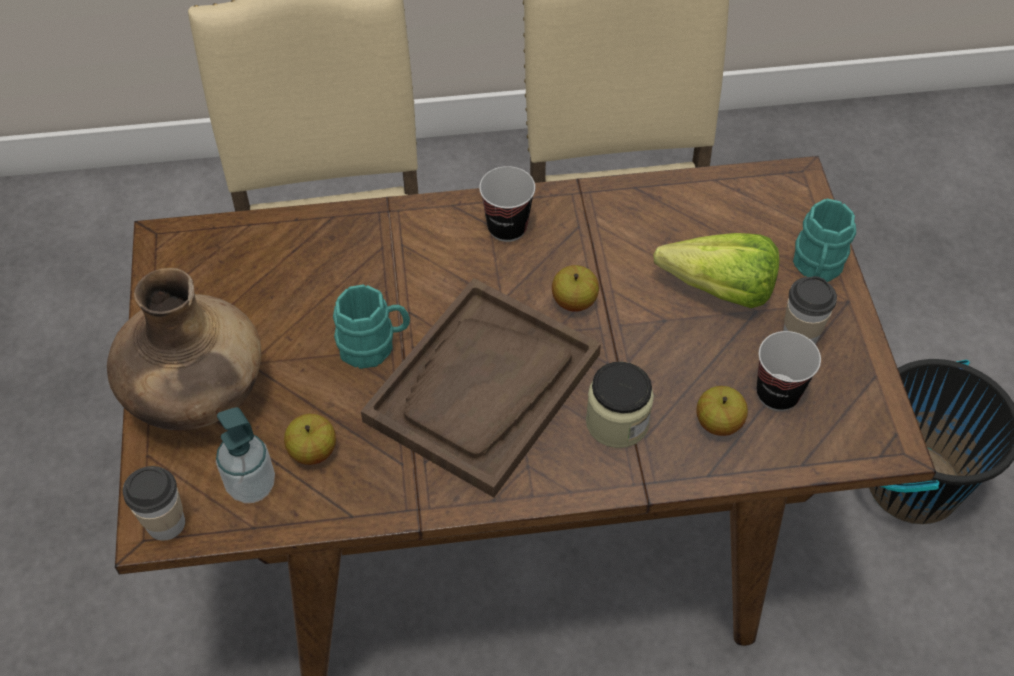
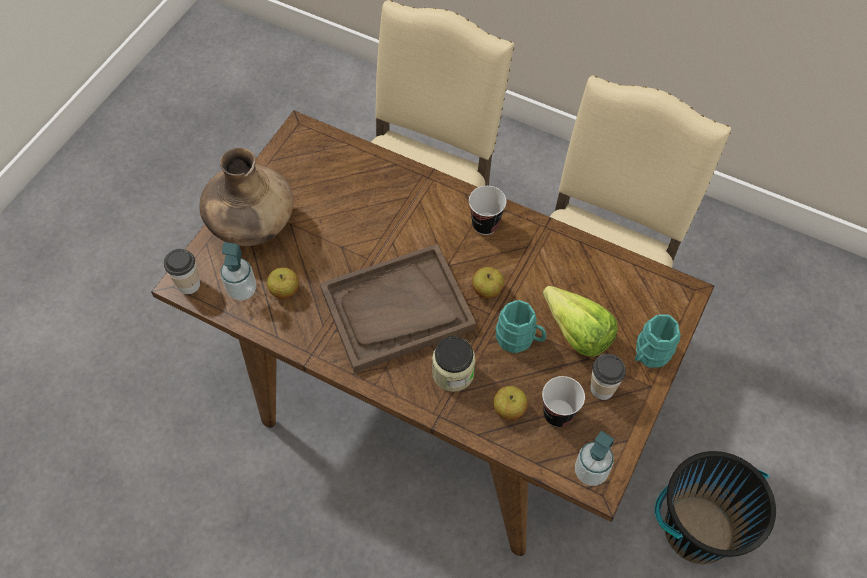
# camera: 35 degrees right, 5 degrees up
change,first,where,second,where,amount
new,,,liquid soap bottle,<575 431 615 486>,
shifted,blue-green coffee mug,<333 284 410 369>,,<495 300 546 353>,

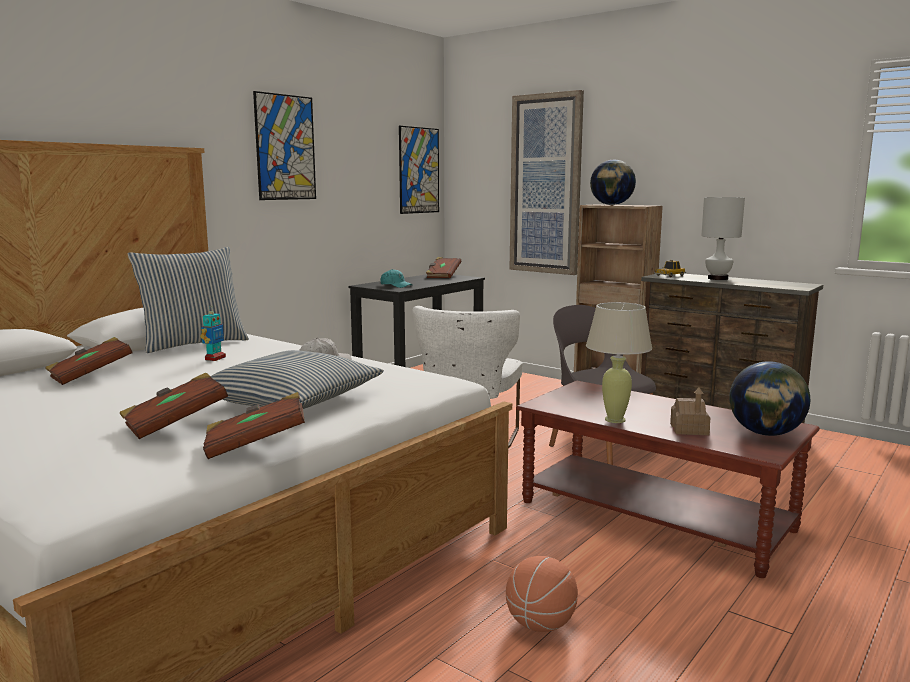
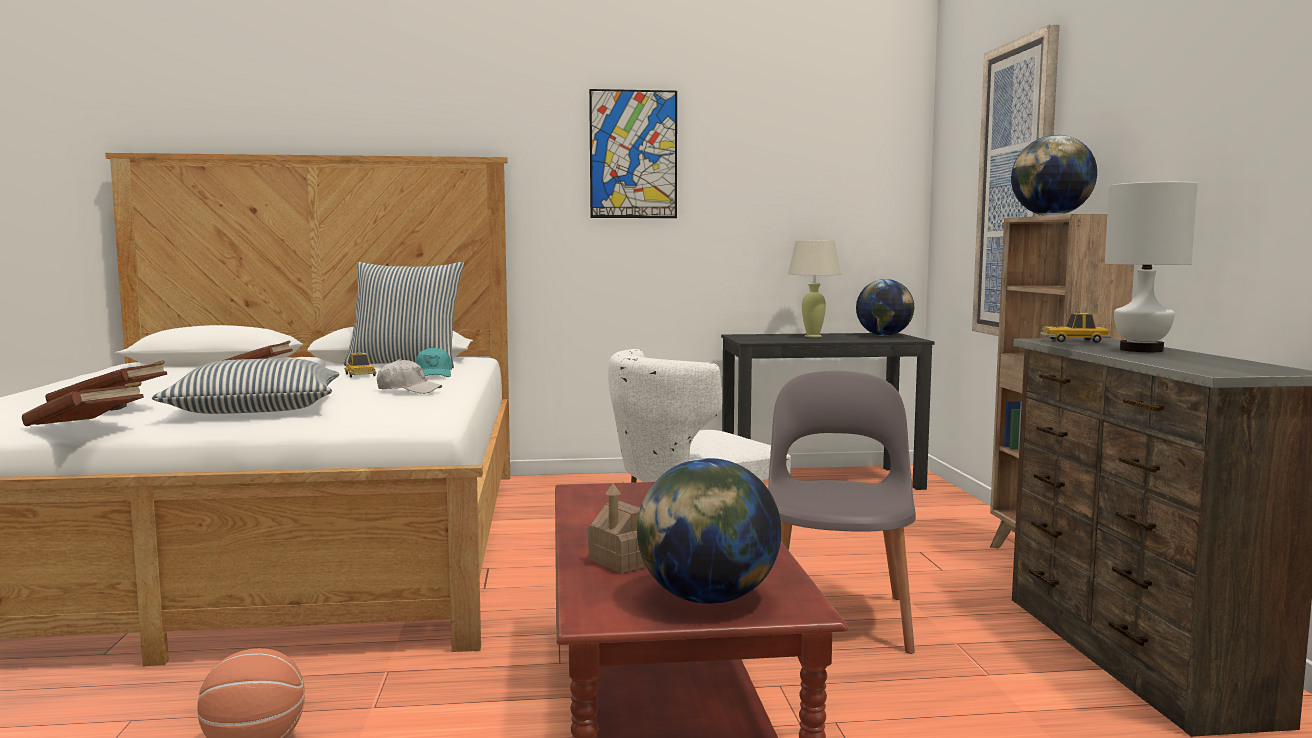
# camera: 45 degrees right, 5 degrees down
change,first,where,second,where,amount
gone,picture,<399 126 439 214>,,,
shifted,blue-green cap,<380 269 412 288>,,<415 347 452 377>,
shifted,beige-coloured table lamp,<586 302 652 423>,,<788 240 841 337>,
swapped,toy robot,<200 307 226 361>,toy car,<345 352 376 378>,
swapped,brown bound book,<426 257 461 278>,globe,<856 279 914 336>,

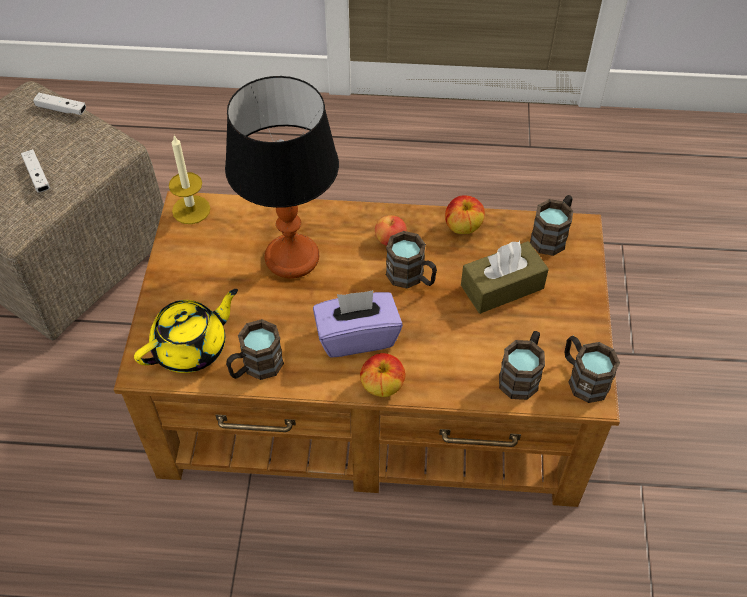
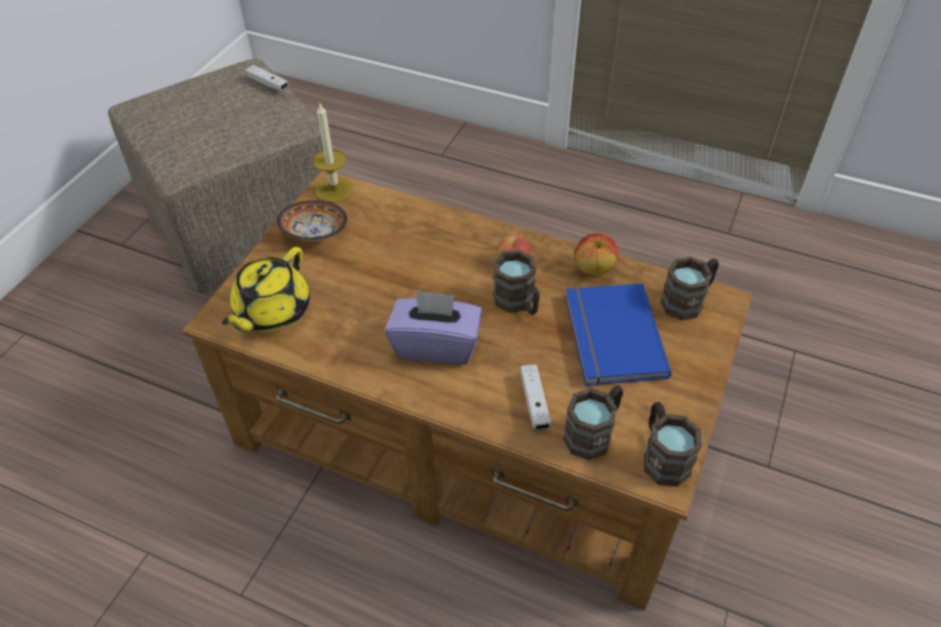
# camera: 20 degrees right, 5 degrees down
change,first,where,second,where,amount
gone,table lamp,<225 76 339 279>,,,
gone,brown coffee mug,<226 319 284 380>,,,
gone,apple,<360 353 406 397>,,,
new,,,bowl,<277 200 348 241>,
shifted,whitish game controller,<21 149 50 193>,,<520 364 551 430>,
swapped,brown tissue box,<461 241 549 314>,bluish bound book,<565 283 672 386>,
rotated,yellow teapot,<134 289 238 373>,,<222 247 310 332>,135 degrees clockwise

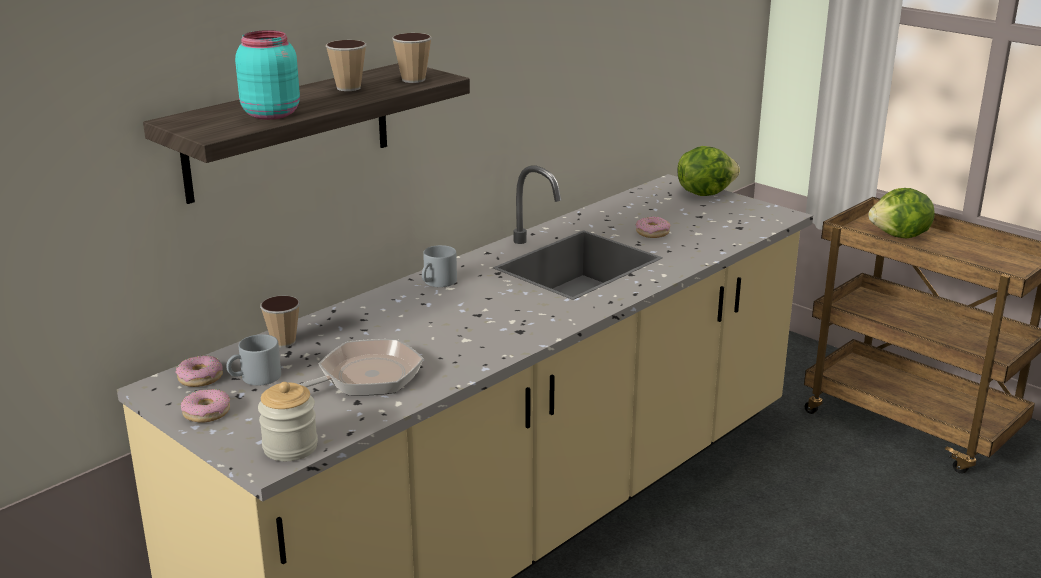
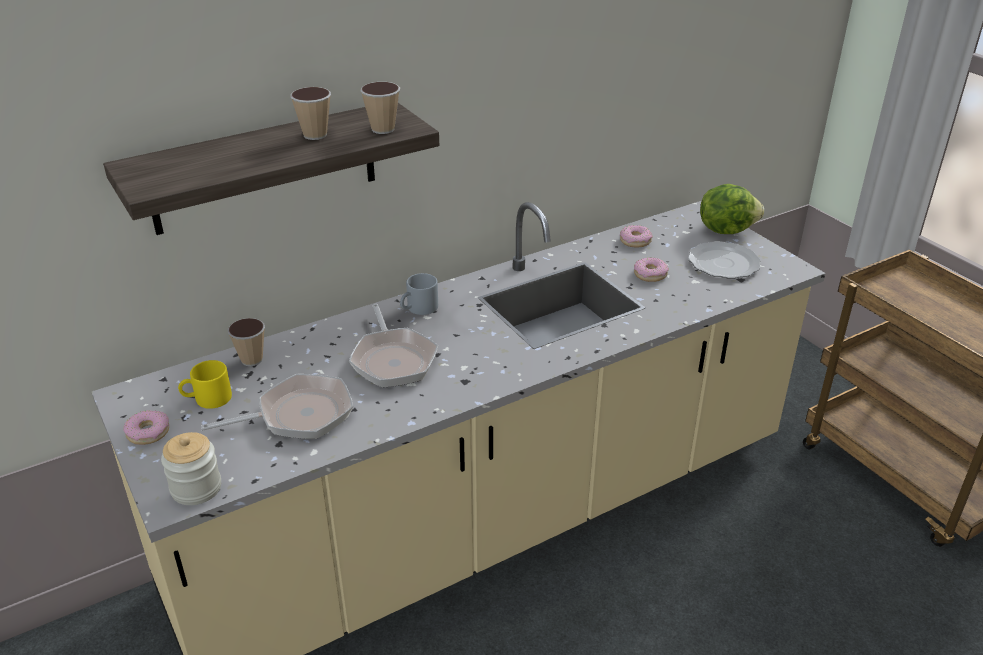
# camera: 15 degrees right, 10 degrees up
change,first,where,second,where,amount
gone,blue-green preserve jar,<235 30 300 120>,,,
gone,head of lettuce,<868 188 935 239>,,,
new,,,skillet,<349 303 438 388>,
new,,,dinner plate,<688 241 761 279>,
shifted,ring doughnut,<175 355 223 387>,,<620 225 653 247>,
repainted,gray coffee mug,<227 334 281 386>,yellow coffee mug,<178 360 232 409>,

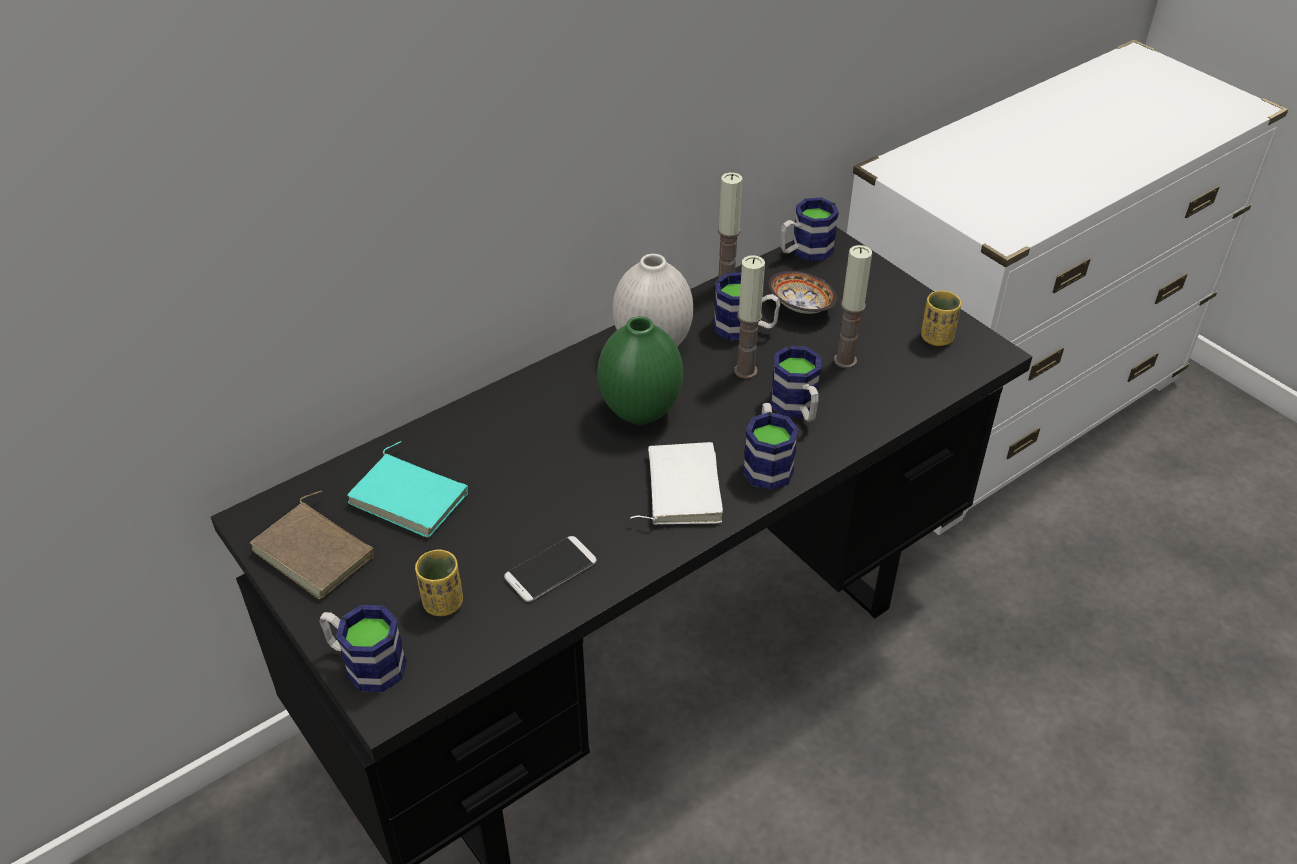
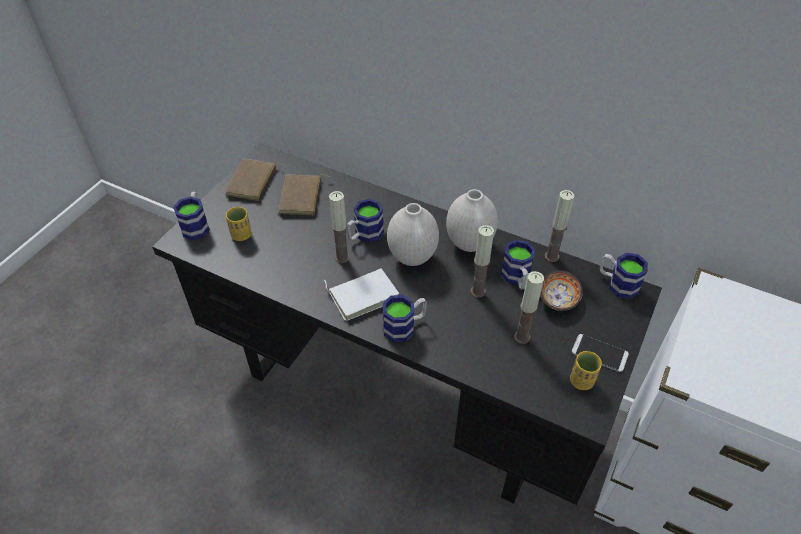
# camera: 65 degrees right, 5 degrees up
change,first,where,second,where,amount
new,,,candle,<329 191 350 263>,
shifted,handset,<504 536 597 602>,,<572 334 629 372>,
shifted,coffee mug,<771 346 821 422>,,<347 199 384 242>,
repainted,blue-green bound book,<347 441 468 538>,brown bound book,<278 174 332 215>,
repainted,green-coloured vase,<598 316 683 425>,whitish vase,<387 203 439 266>,

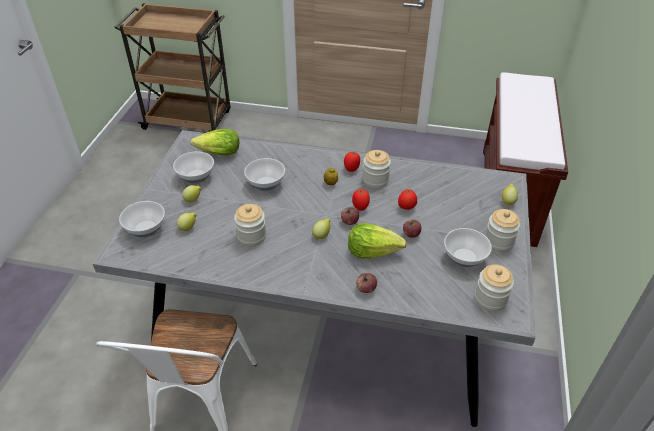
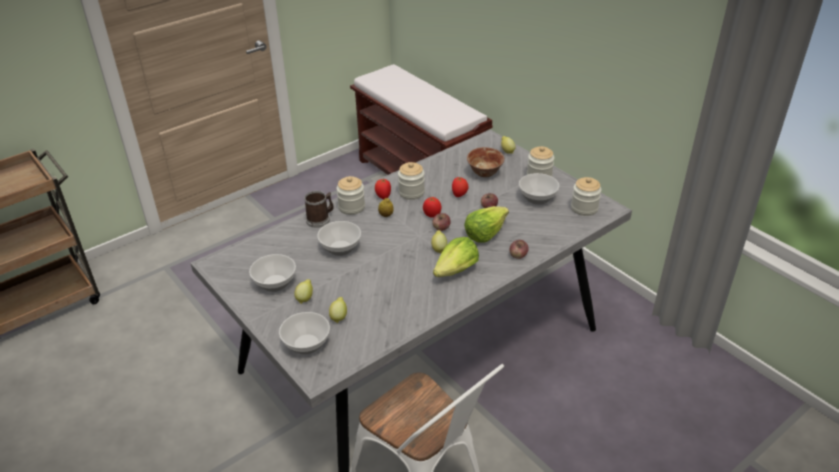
# camera: 50 degrees left, 5 degrees down
change,first,where,second,where,amount
new,,,coffee mug,<304 191 334 228>,
new,,,bowl,<467 147 504 177>,
shifted,head of lettuce,<191 129 239 156>,,<433 237 479 277>,
shifted,preserve jar,<234 204 266 246>,,<336 176 365 215>,

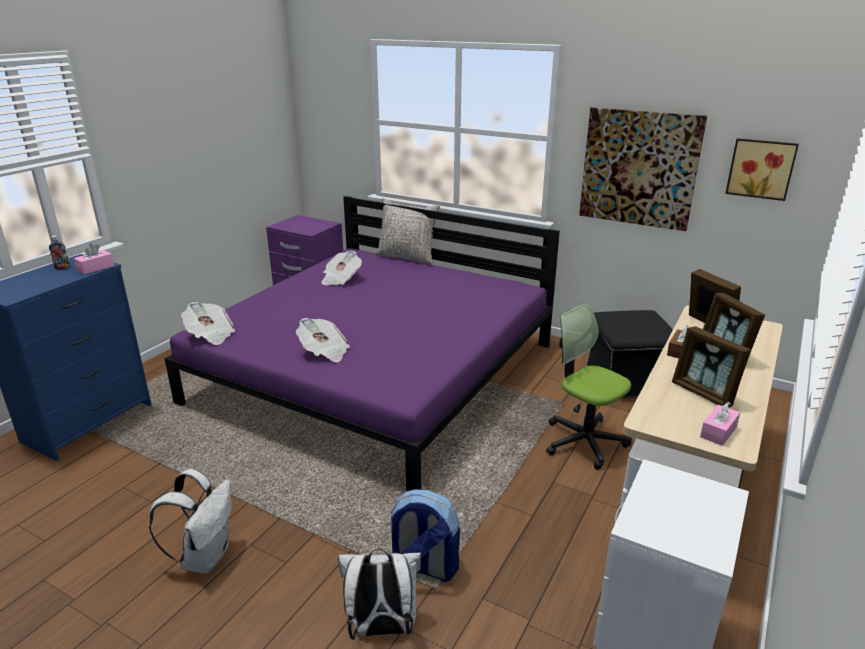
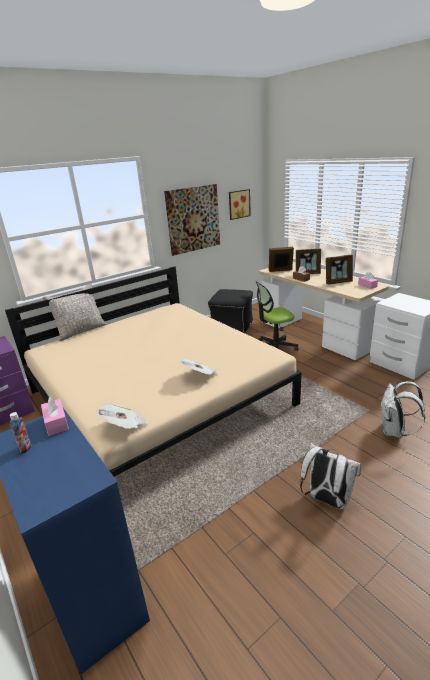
# camera: 65 degrees left, 0 degrees up
change,first,where,second,where,amount
gone,newspaper,<321 251 362 285>,,,
gone,knapsack,<389 489 460 582>,,,
repainted,purple-coloured bed,<164 196 560 491>,beige-coloured bed,<5 266 301 477>,

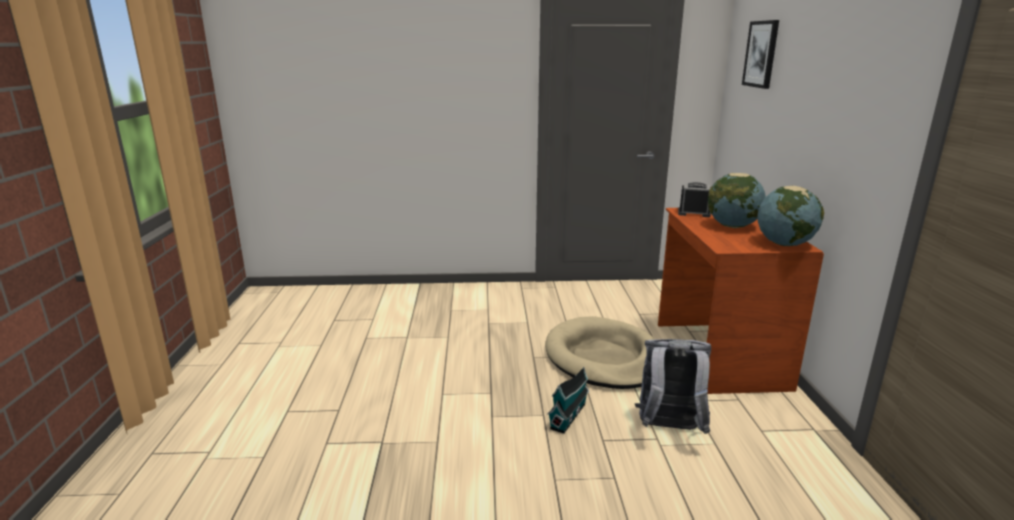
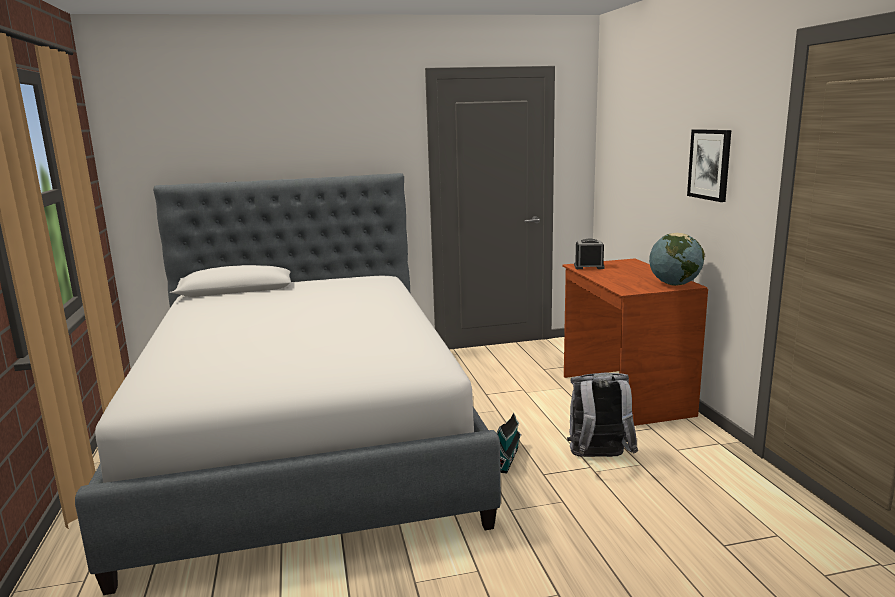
# camera: 10 degrees left, 5 degrees down
change,first,where,second,where,amount
gone,beige-coloured dog cushion,<545 316 656 389>,,,
gone,globe,<708 173 766 228>,,,
new,,,bed,<75 173 501 595>,
shifted,picture,<742 20 779 89>,,<687 129 731 202>,

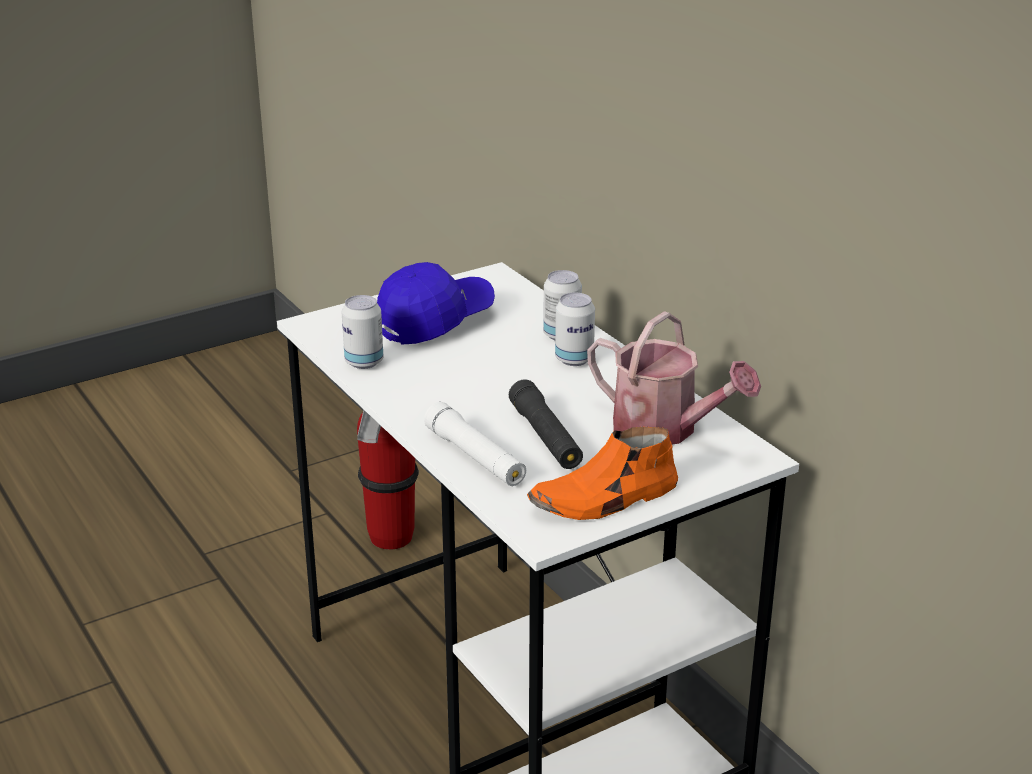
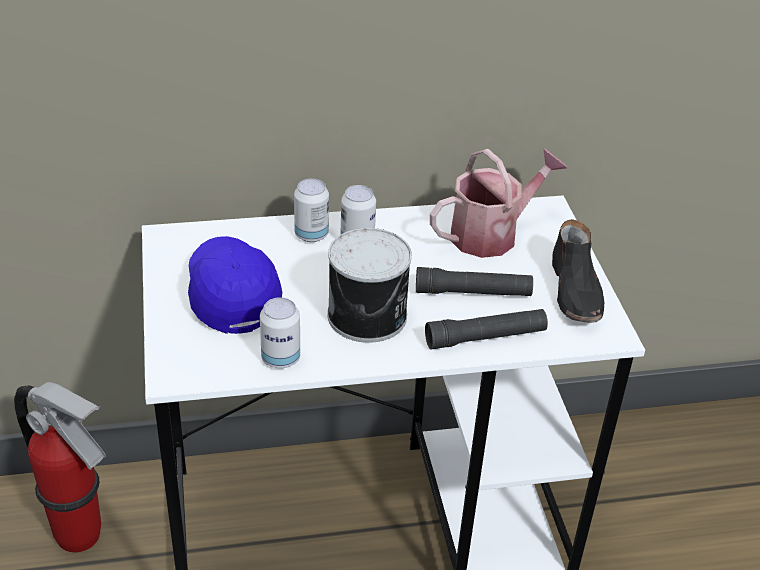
# camera: 70 degrees left, 10 degrees up
change,first,where,second,where,amount
new,,,can,<327 228 412 343>,
repainted,whitish hand torch,<424 402 526 486>,black-coloured hand torch,<425 309 548 349>,
repainted,orange item of footwear,<527 427 678 520>,black-coloured item of footwear,<552 219 604 323>,

